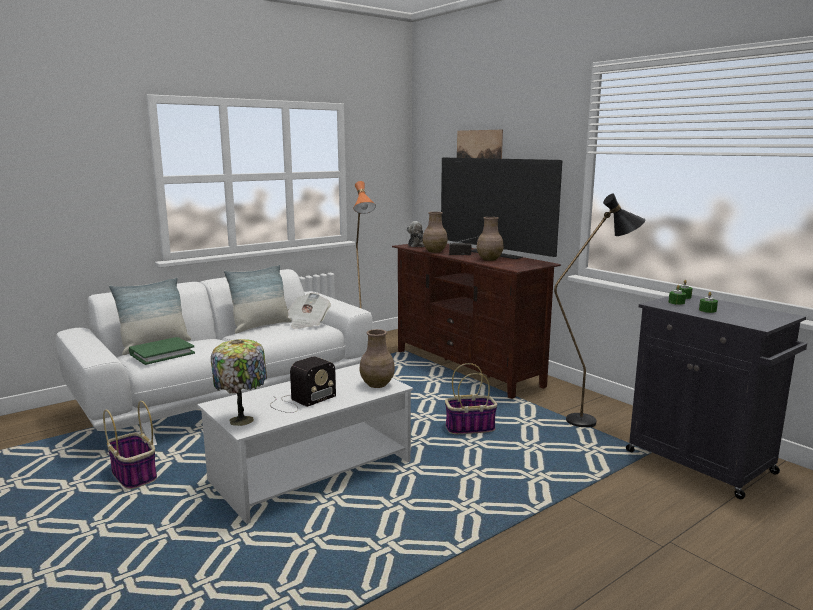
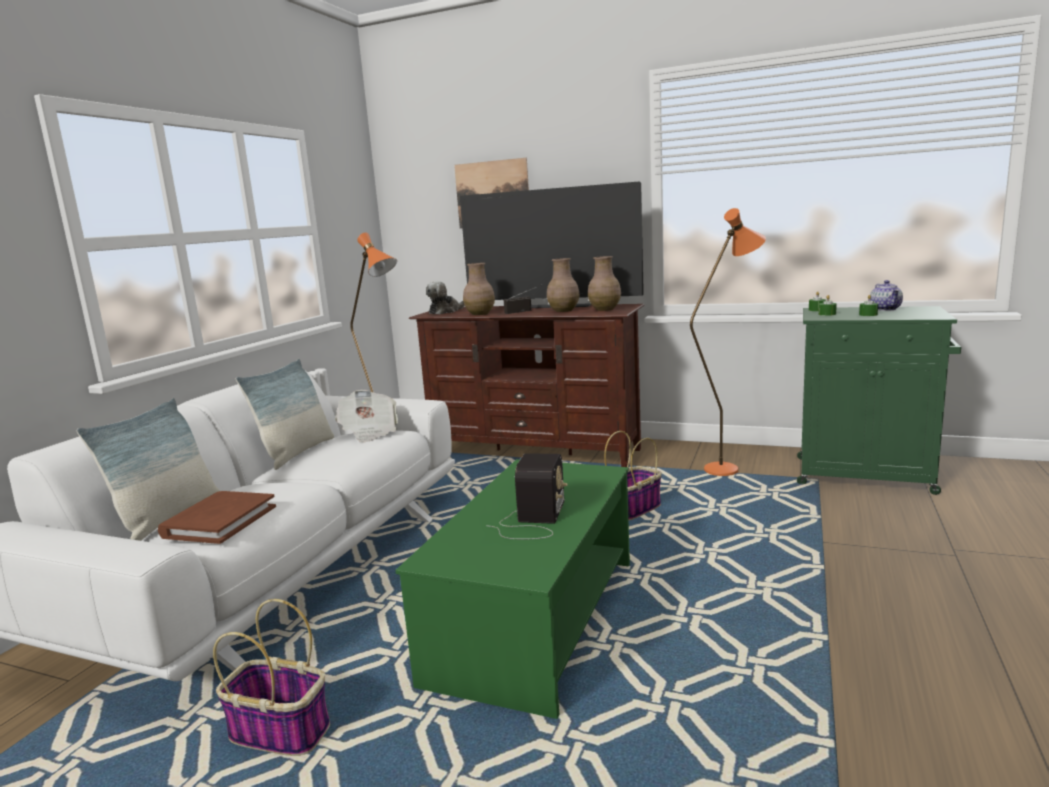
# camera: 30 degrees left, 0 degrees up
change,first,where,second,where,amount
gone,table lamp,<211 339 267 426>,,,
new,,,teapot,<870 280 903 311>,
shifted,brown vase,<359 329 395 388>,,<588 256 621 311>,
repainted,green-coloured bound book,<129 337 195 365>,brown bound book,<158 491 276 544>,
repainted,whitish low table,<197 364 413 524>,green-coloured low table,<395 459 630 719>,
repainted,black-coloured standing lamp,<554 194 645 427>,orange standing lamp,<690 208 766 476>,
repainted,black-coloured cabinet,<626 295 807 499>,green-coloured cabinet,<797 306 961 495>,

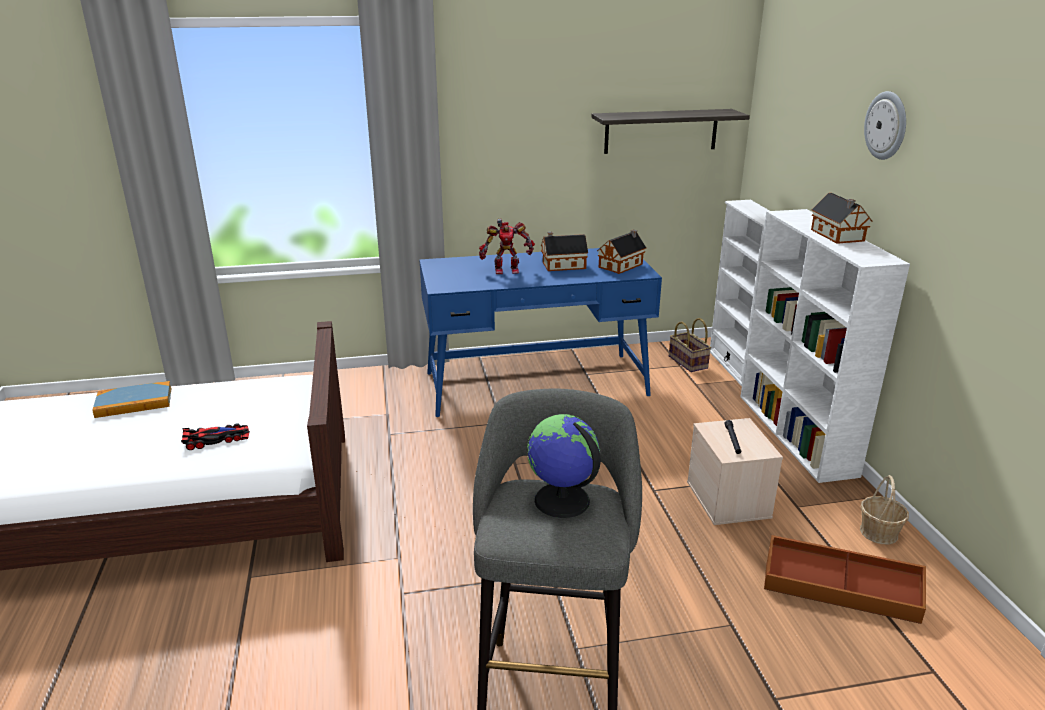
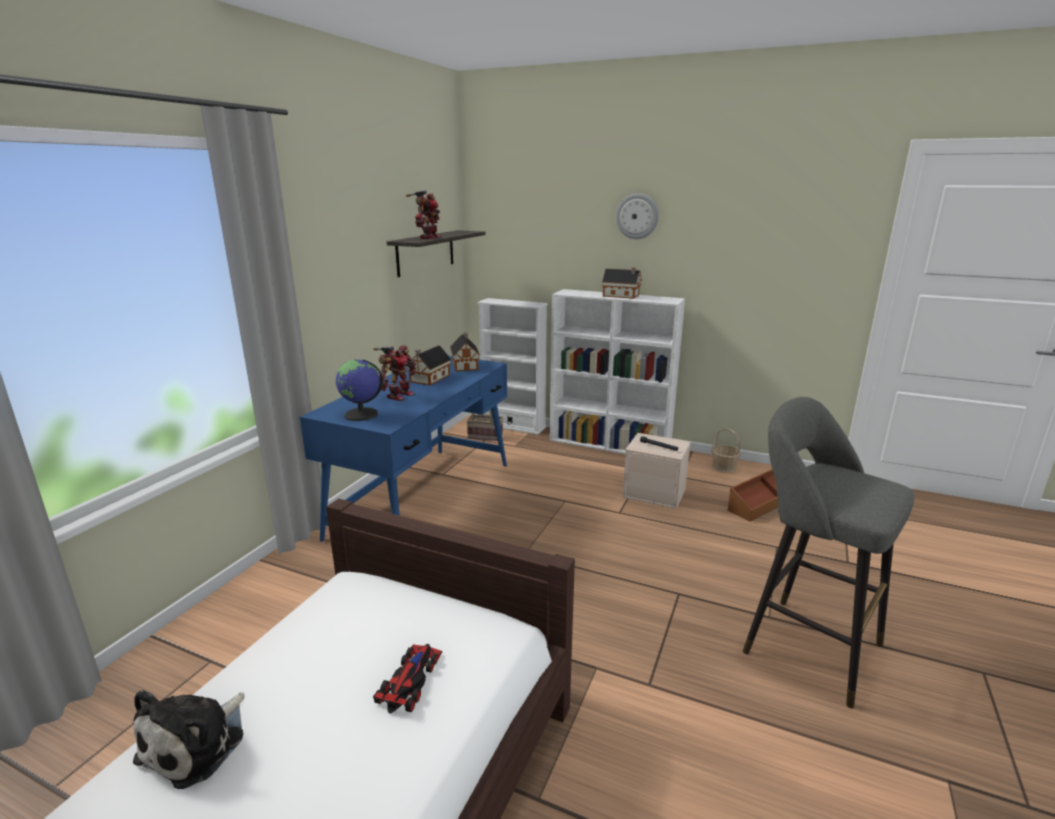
# camera: 55 degrees left, 5 degrees down
change,first,where,second,where,amount
new,,,toy robot,<406 190 441 239>,
shifted,globe,<527 414 601 518>,,<336 359 383 421>,
swapped,bound book,<93 381 171 418>,cuddly toy,<133 689 245 789>,

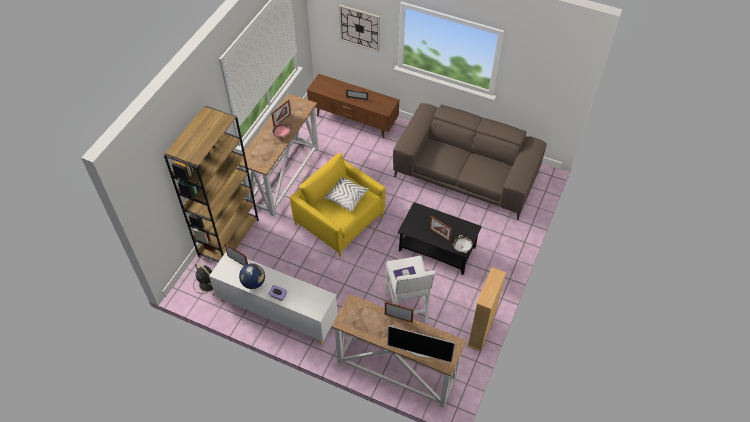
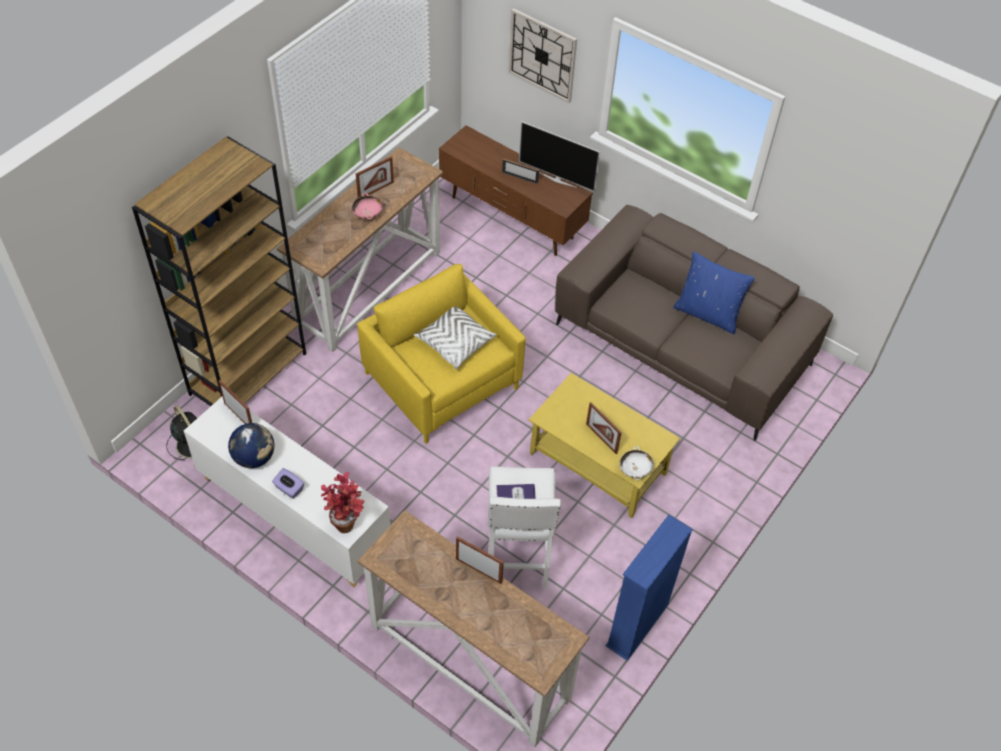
# camera: 10 degrees right, 0 degrees up
change,first,where,second,where,amount
new,,,houseplant,<321 472 364 533>,
new,,,bluish throw pillow,<673 251 755 334>,
shifted,TV,<387 325 455 362>,,<519 121 600 192>,
repainted,black-coloured low table,<398 202 482 275>,yellow low table,<529 373 680 518>,
repainted,beige-coloured bookshelf,<467 267 506 352>,bluish bookshelf,<606 515 693 661>,

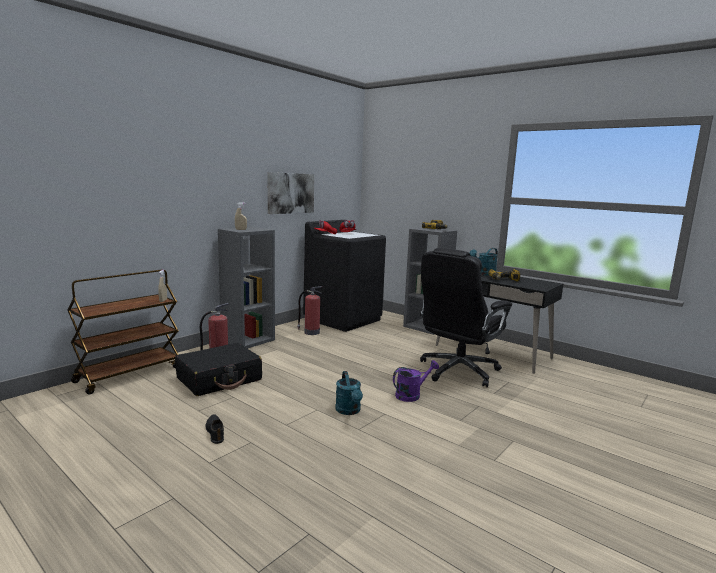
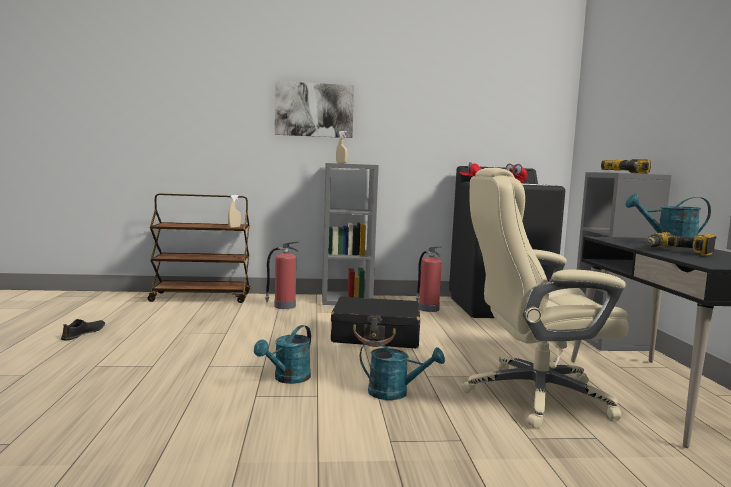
# camera: 45 degrees right, 5 degrees down
change,first,where,second,where,amount
shifted,black-coloured travel case,<175 343 262 396>,,<331 296 420 348>,
shifted,black-coloured item of footwear,<206 415 224 444>,,<61 319 105 340>,
shifted,picture,<268 172 314 214>,,<275 81 354 138>,
repainted,purple-coloured sprinkling can,<393 360 439 402>,blue-green sprinkling can,<360 340 445 400>,
repainted,black-coloured computer chair,<420 248 512 387>,beige-coloured computer chair,<462 168 629 428>,

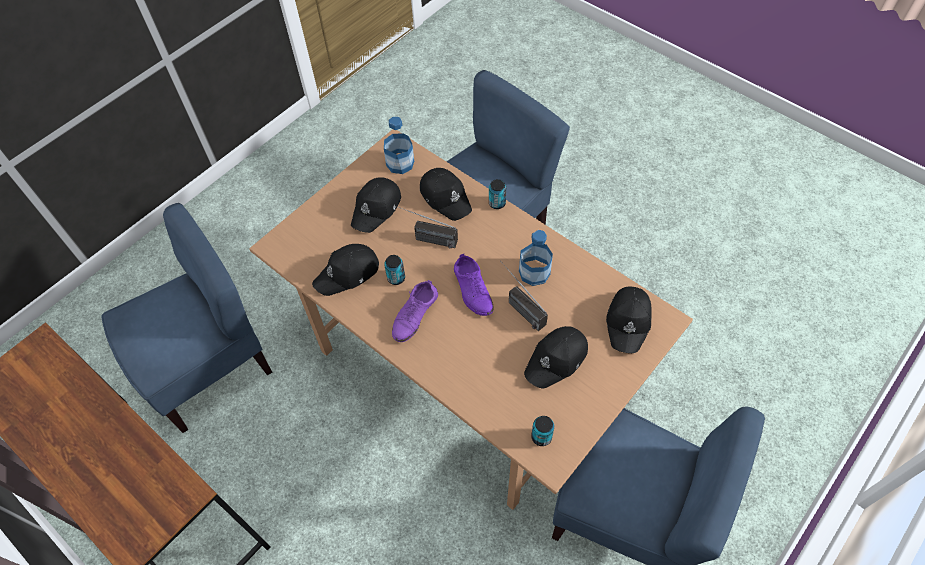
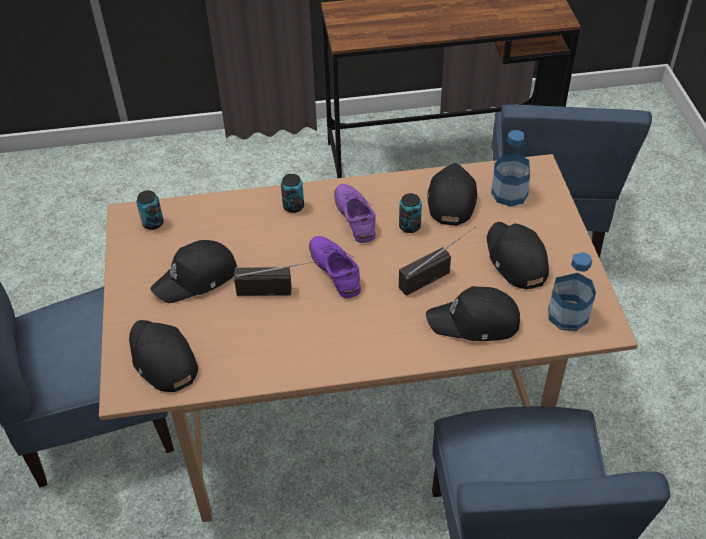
# camera: 130 degrees right, 10 degrees down
change,first,where,second,where,amount
shifted,can,<489 179 506 209>,,<281 174 304 213>,
shifted,beverage bottle,<519 230 553 286>,,<491 130 530 207>,
rotated,purple-coloured item of footwear,<454 254 493 316>,,<309 236 361 298>,45 degrees clockwise
rotated,black-coloured cap,<524 326 588 389>,,<151 240 237 303>,120 degrees counterclockwise

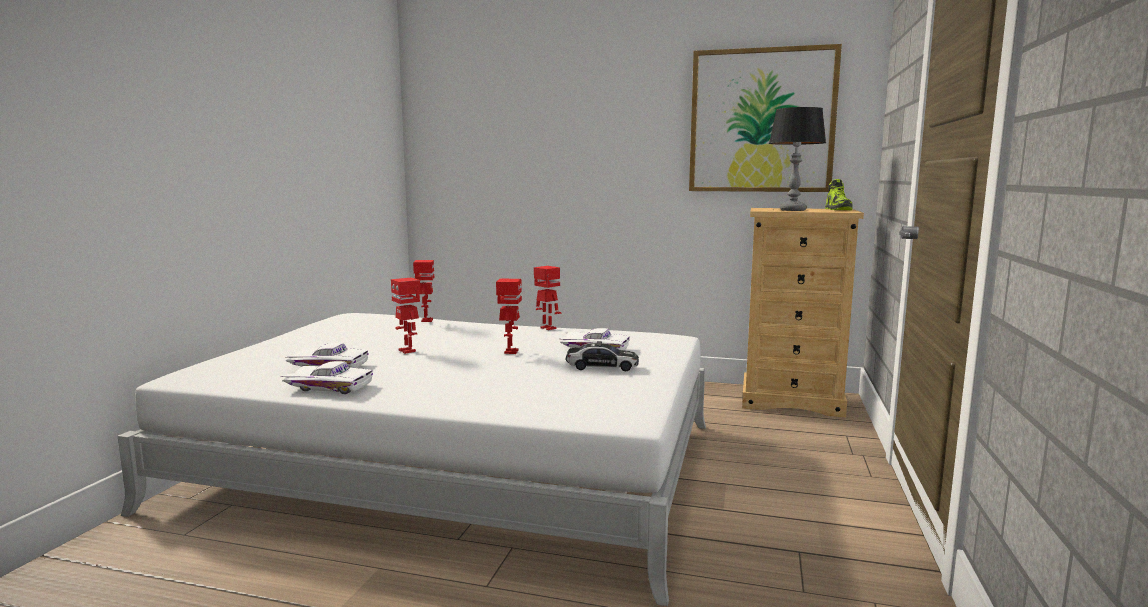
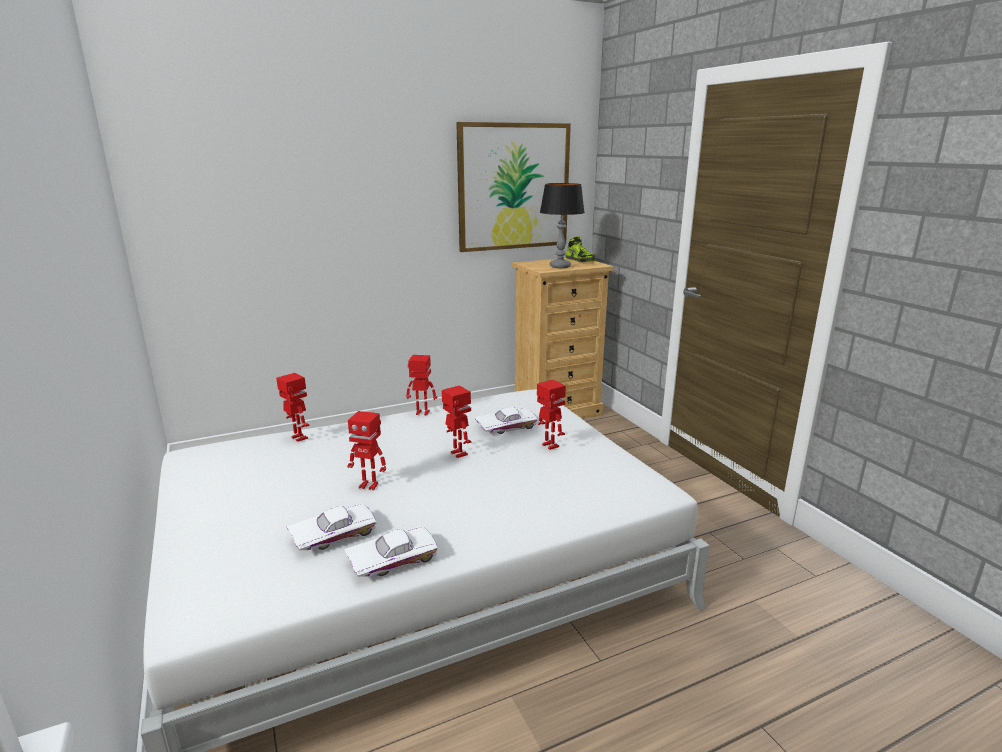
# camera: 40 degrees left, 10 degrees up
change,first,where,second,where,amount
swapped,toy car,<565 341 639 371>,toy robot,<537 380 566 450>,

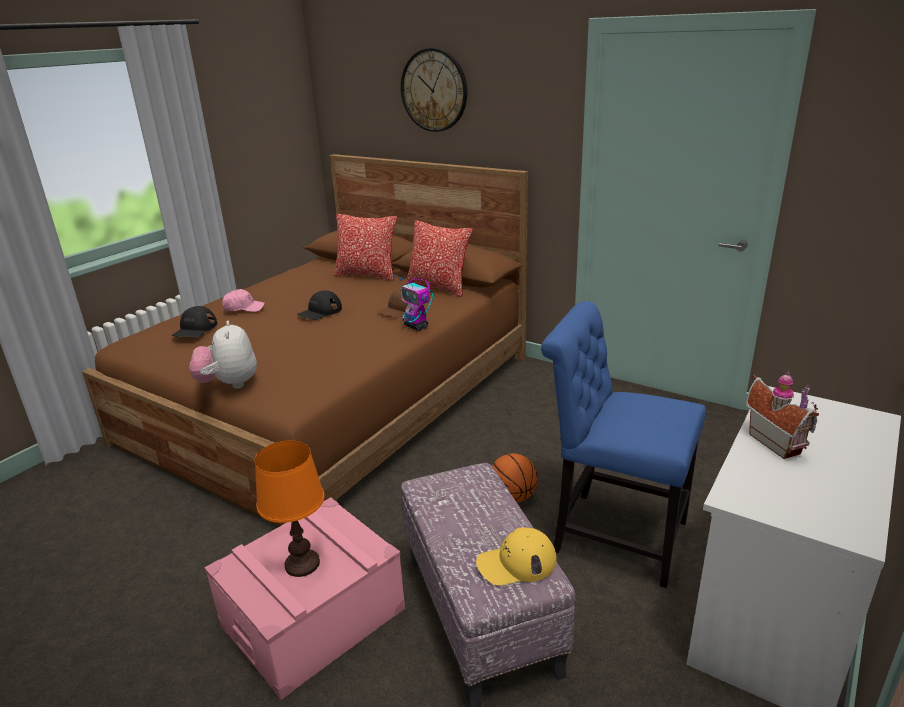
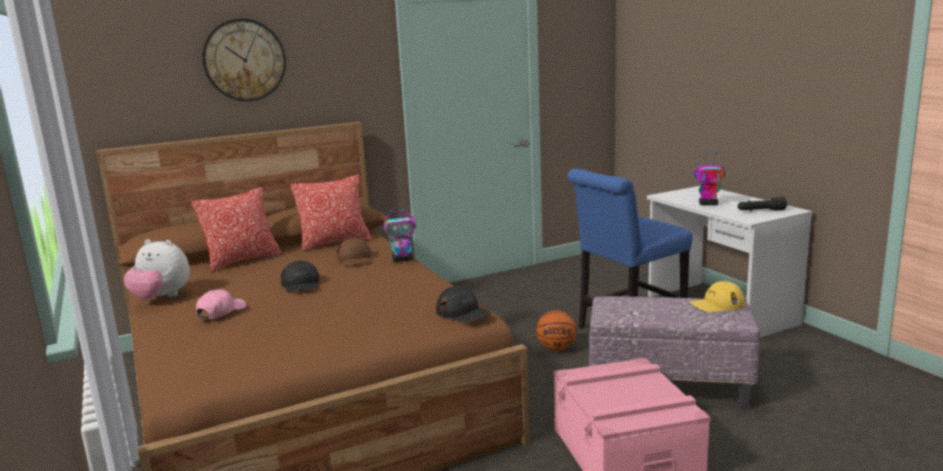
# camera: 60 degrees left, 10 degrees down
change,first,where,second,where,amount
gone,orange table lamp,<255 440 325 577>,,,
new,,,black-coloured hand torch,<738 196 787 211>,
shifted,black-coloured cap,<172 306 217 338>,,<436 286 492 323>,
shifted,cuddly toy,<190 321 257 389>,,<124 239 190 300>,
swapped,miniature house,<746 371 819 459>,toy robot,<694 152 725 205>,
rotated,yellow cap,<476 527 557 586>,,<690 281 745 313>,60 degrees clockwise

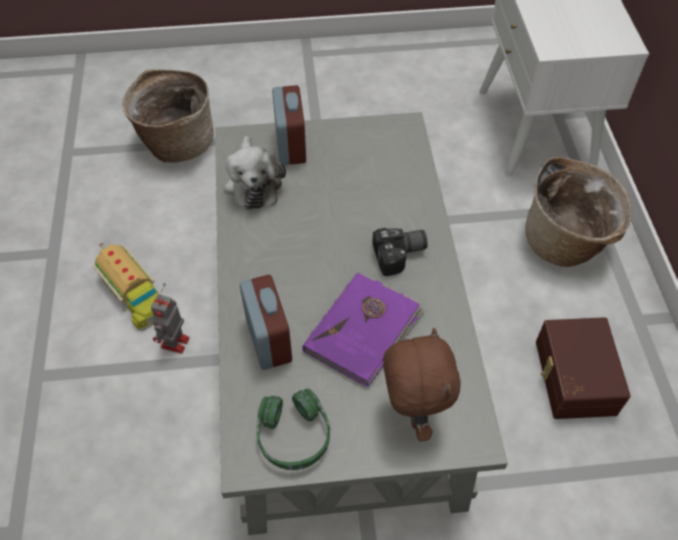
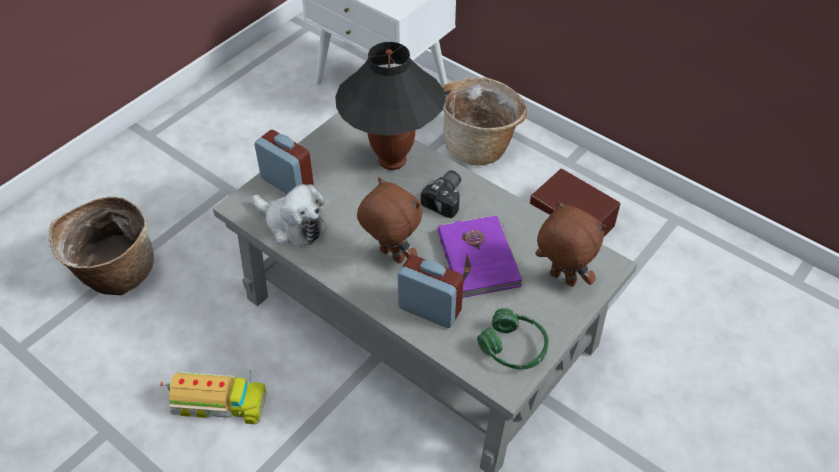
# camera: 45 degrees left, 5 degrees down
change,first,where,second,where,amount
gone,toy robot,<151 294 190 354>,,,
new,,,black-coloured table lamp,<335 42 445 170>,
new,,,brown cuddly toy,<357 177 423 263>,

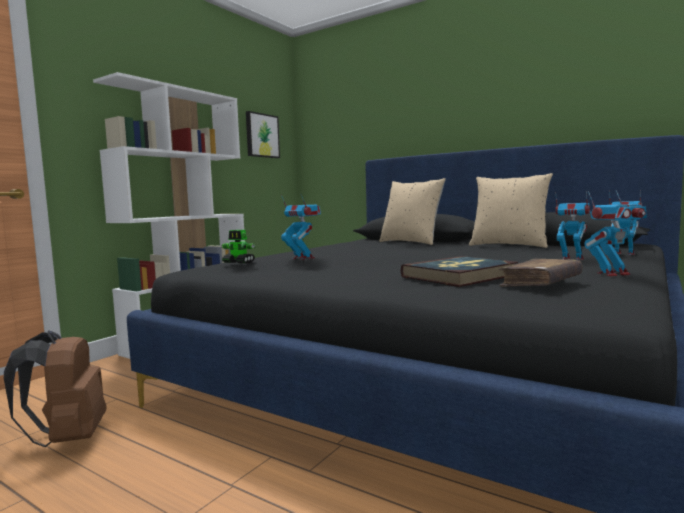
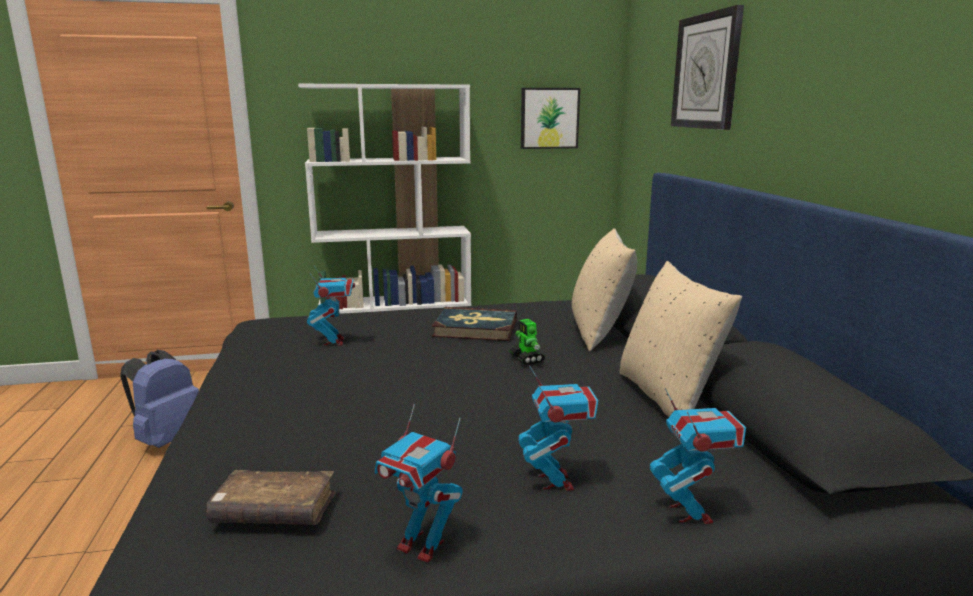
# camera: 45 degrees right, 10 degrees up
change,first,where,second,where,amount
new,,,hanging clock,<671 5 744 130>,
shifted,toy robot,<221 230 256 264>,,<509 319 545 365>,
shifted,bound book,<401 256 518 287>,,<432 307 517 341>,
repainted,brown knapsack,<4 330 107 447>,bluish knapsack,<120 350 199 448>,

